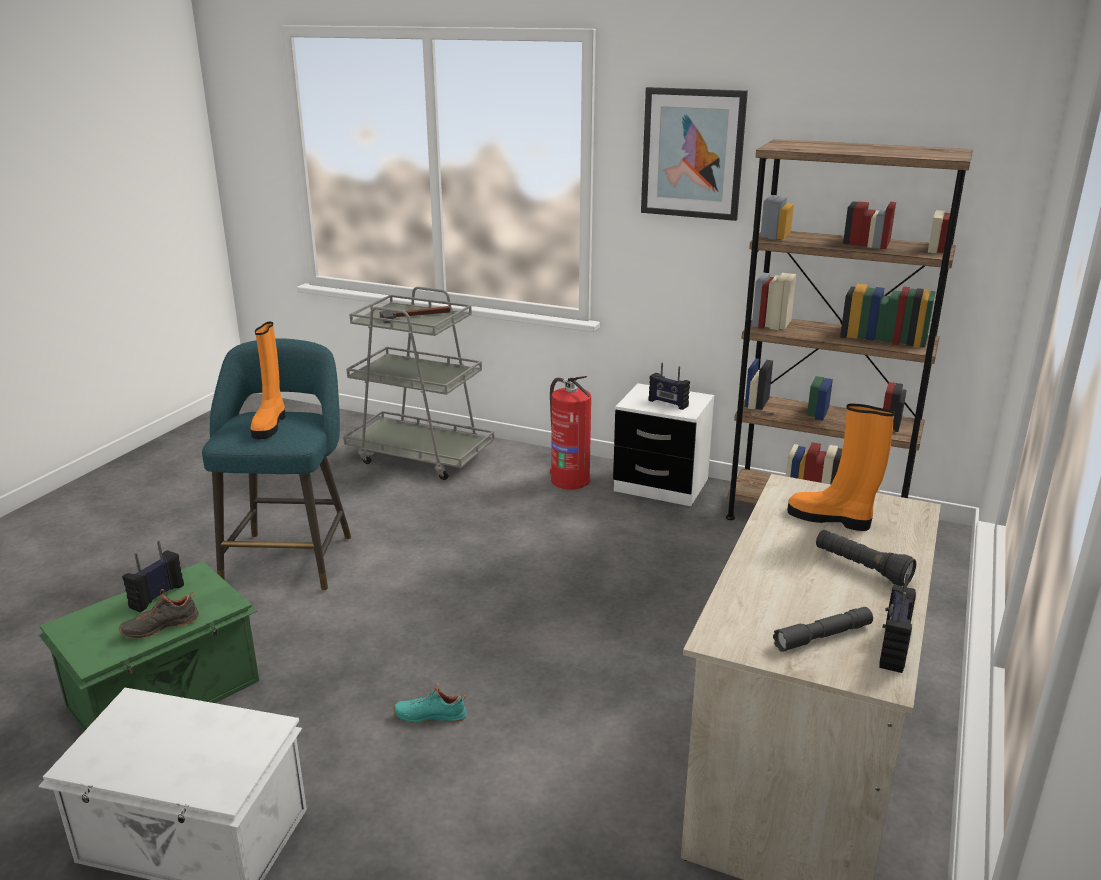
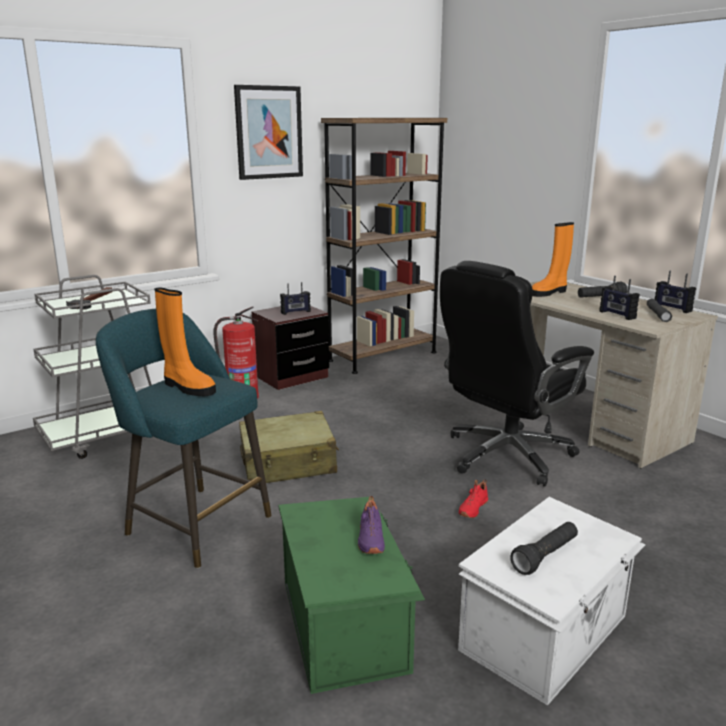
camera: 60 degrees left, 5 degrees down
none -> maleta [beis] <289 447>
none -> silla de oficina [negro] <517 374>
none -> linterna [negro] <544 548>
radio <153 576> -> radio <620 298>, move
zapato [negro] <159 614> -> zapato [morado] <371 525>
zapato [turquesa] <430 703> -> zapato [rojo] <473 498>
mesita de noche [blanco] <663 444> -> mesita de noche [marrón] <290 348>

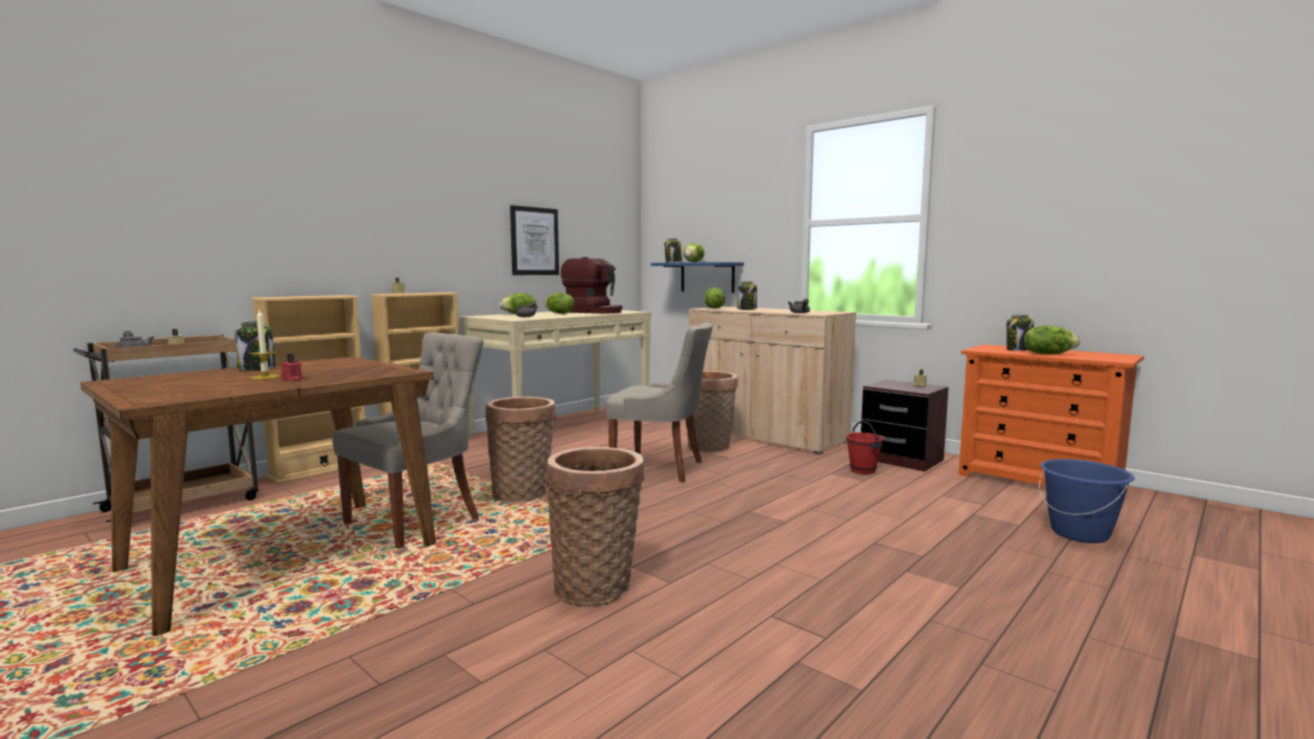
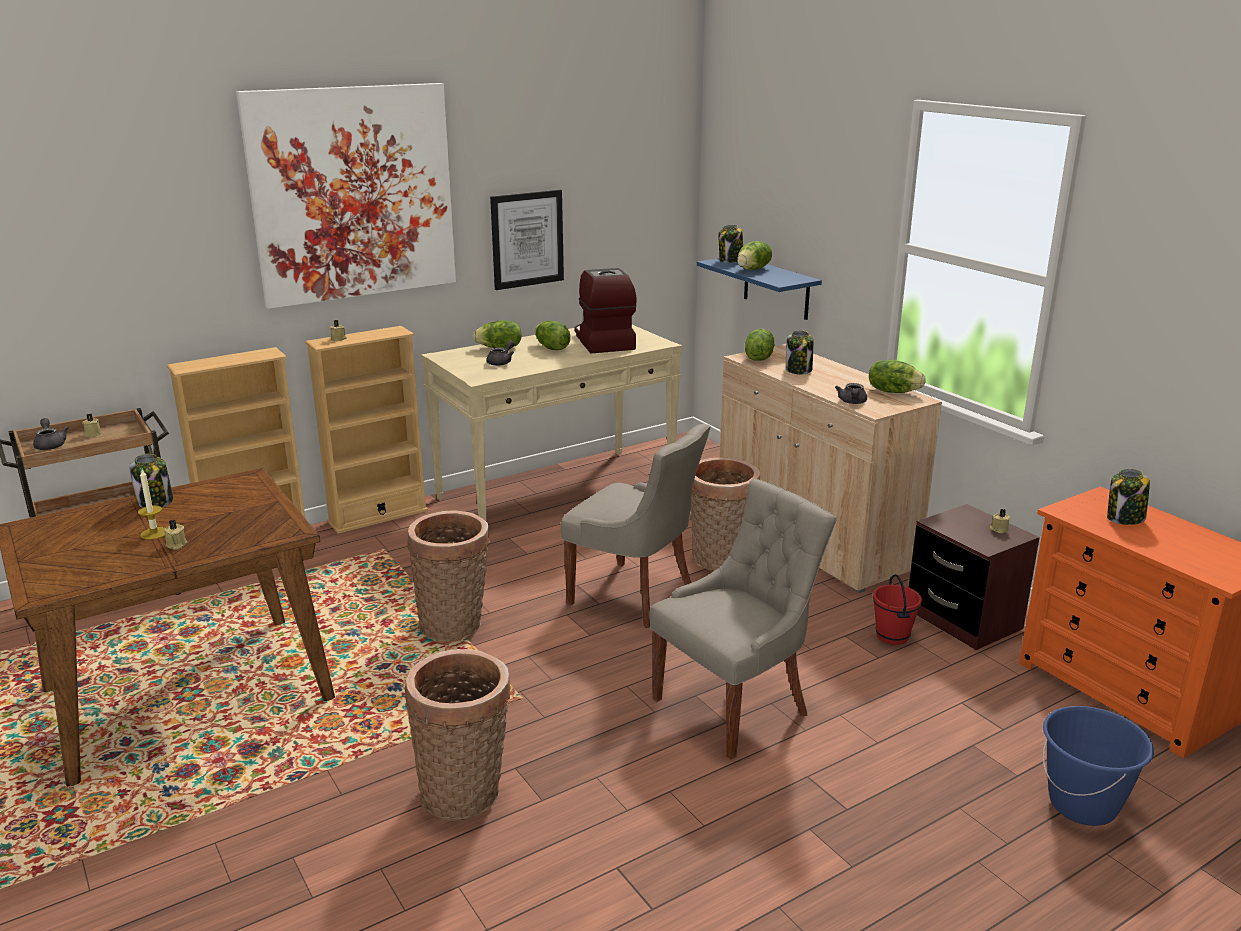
camera: 15 degrees right, 15 degrees up
none -> cuadro <346 196>
silla [gris] <408 440> -> silla [gris] <743 619>, move
lechuga <1052 340> -> lechuga <897 376>, move
vela [rojo] <292 367> -> vela [beis] <176 534>
cafetera <591 285> -> cafetera <605 310>, 150 degrees counterclockwise

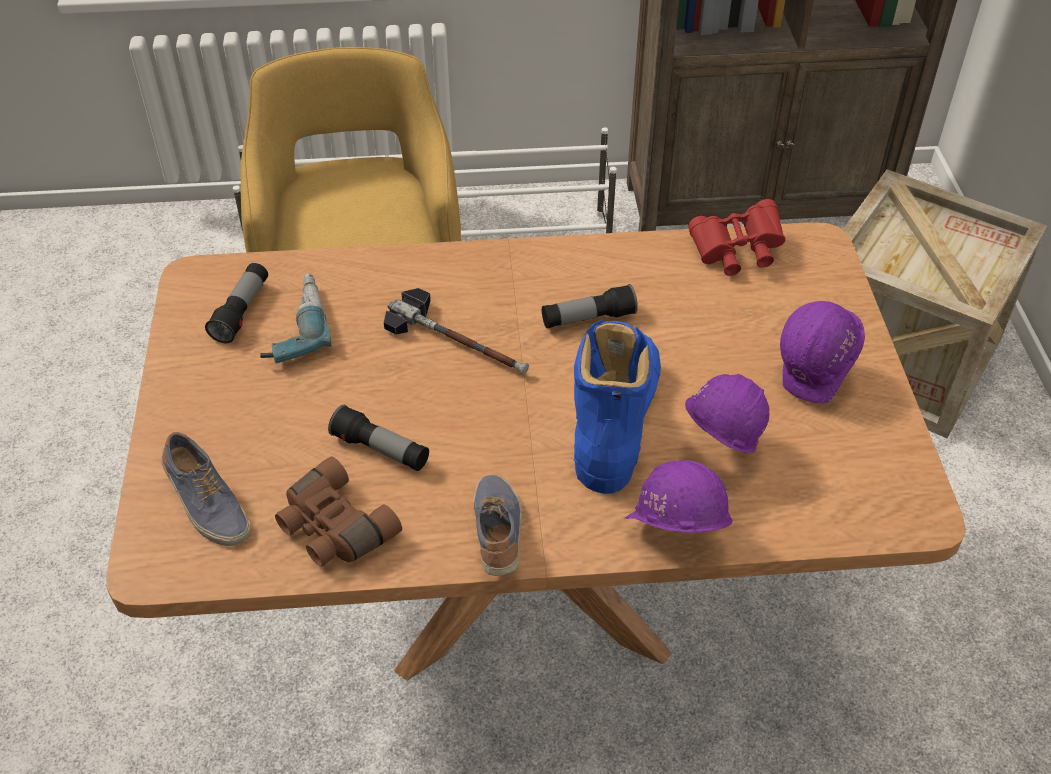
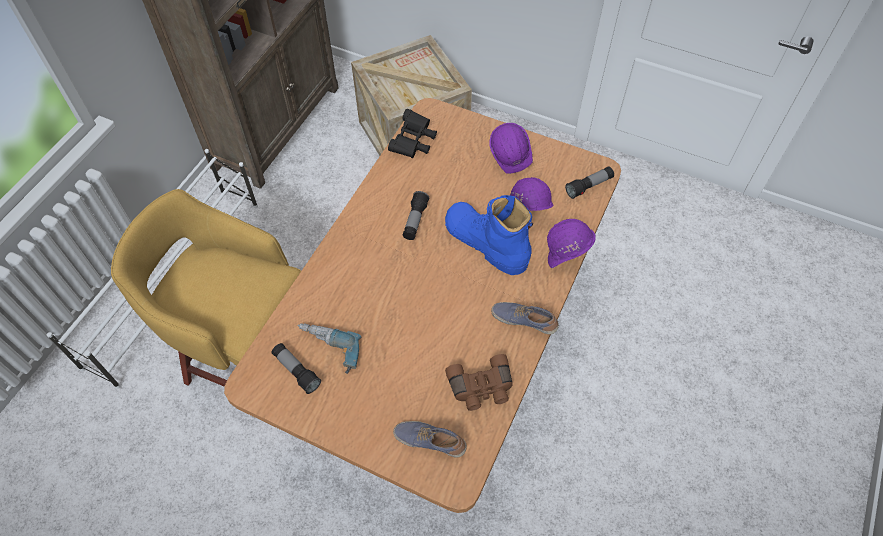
camera: 60 degrees left, 10 degrees up
martillo <456 331> -> none
linterna <378 438> -> linterna <589 182>, move
prismáticos [rojo] <737 237> -> prismáticos [negro] <412 133>
zapato <206 489> -> zapato <430 439>, 150 degrees counterclockwise

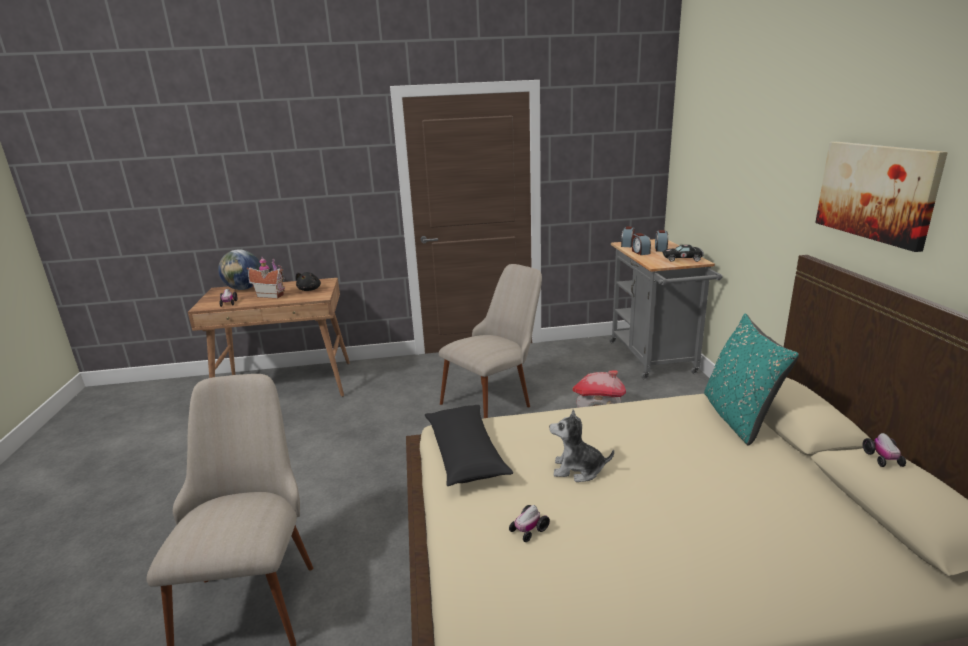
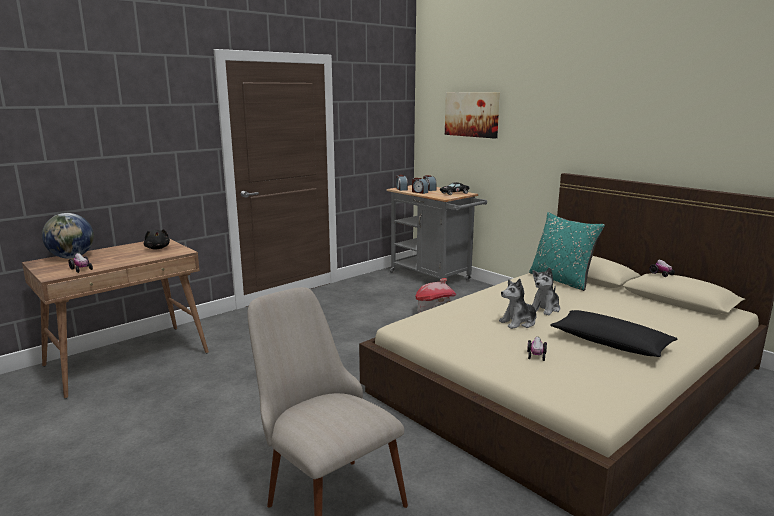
camera: 35 degrees left, 5 degrees down
casita <266 278> -> none
silla [beis] <490 341> -> none
none -> peluche <546 291>
cojín [negro] <469 445> -> cojín [negro] <613 333>, move
cuadro <881 197> -> cuadro <472 115>, move

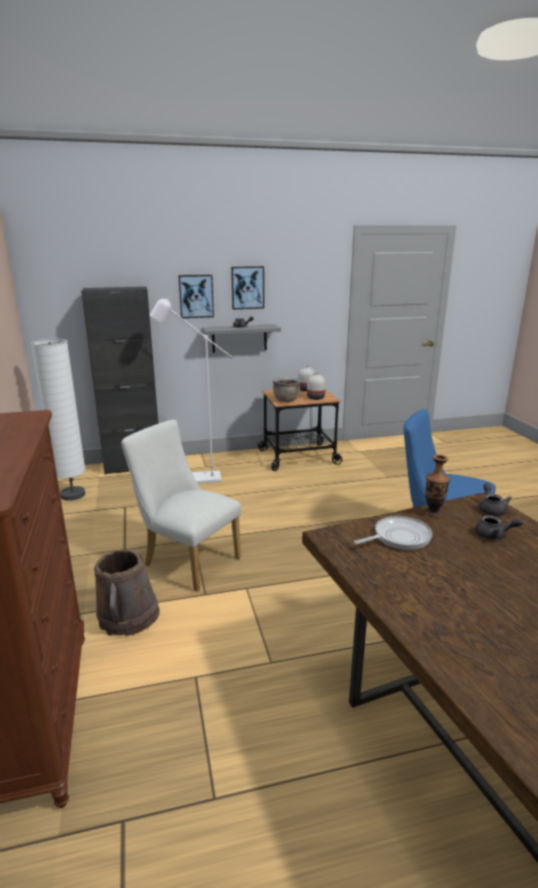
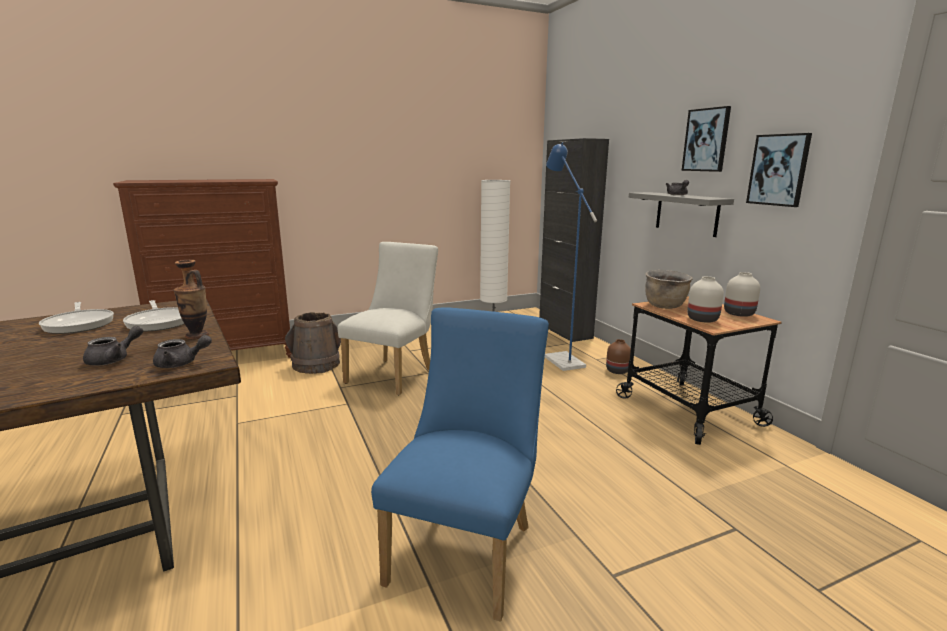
camera: 80 degrees right, 5 degrees down
none -> sartén <76 318>
none -> florero [marrón] <618 356>
cuadro <196 296> -> cuadro <779 170>, move
lámpara de pie [blanco] <191 390> -> lámpara de pie [azul] <571 256>
tetera [gris] <499 527> -> tetera [gris] <113 345>, 150 degrees counterclockwise

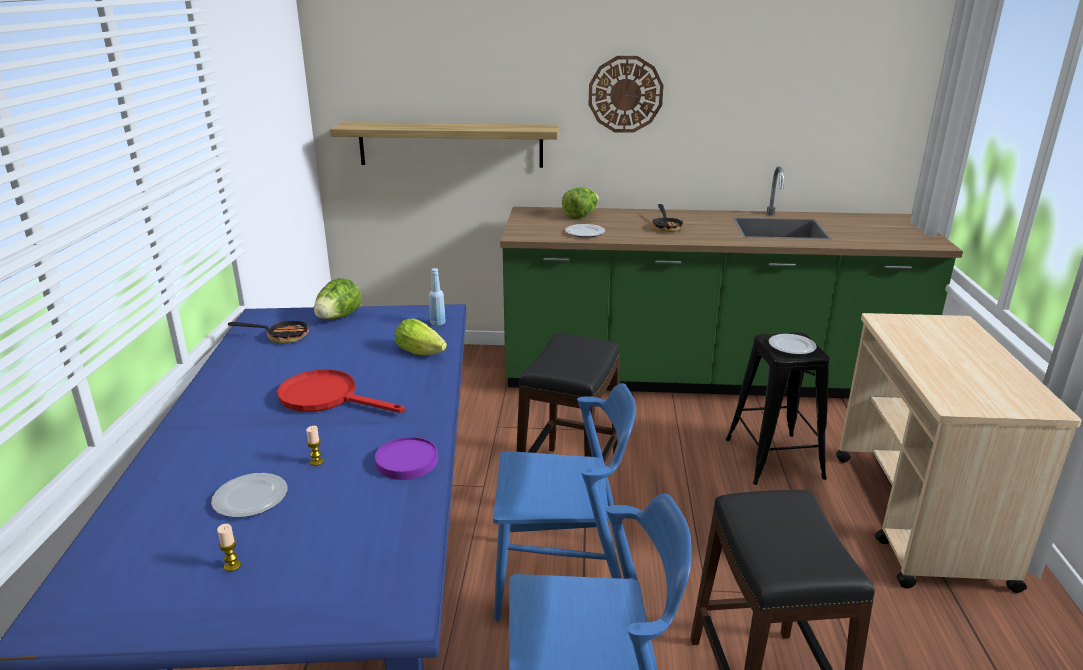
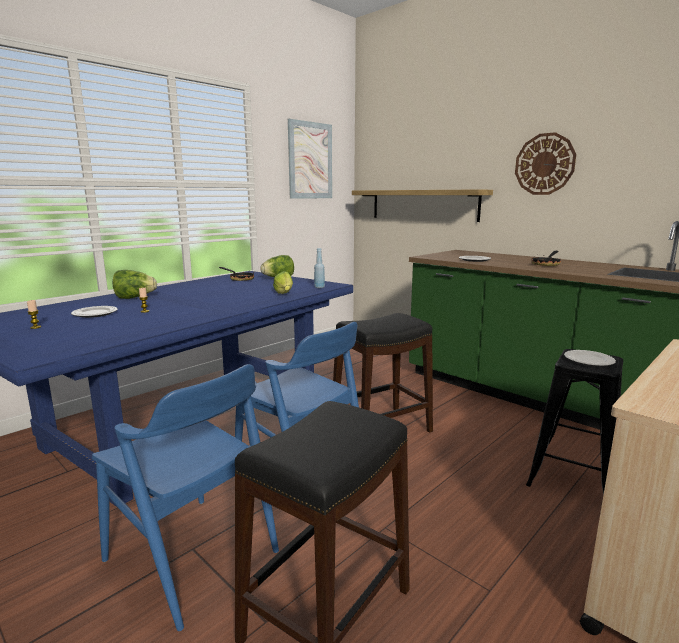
camera: 40 degrees right, 10 degrees down
sartén [rojo] <341 391> -> none
plato [morado] <406 458> -> none
none -> cuadro <310 159>
lechuga <580 203> -> lechuga <135 284>, move

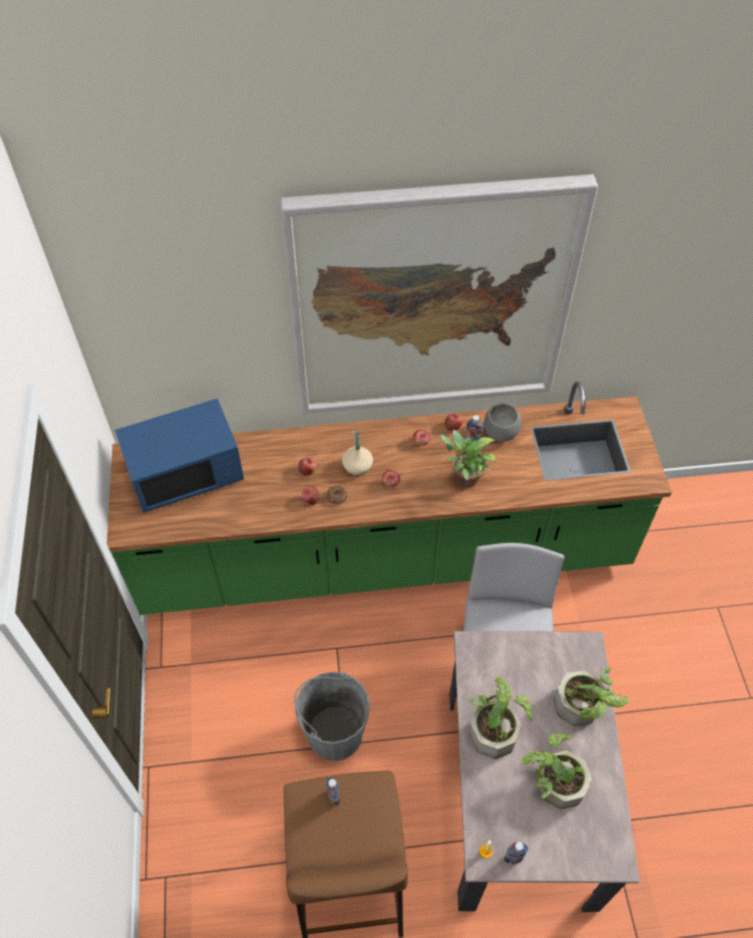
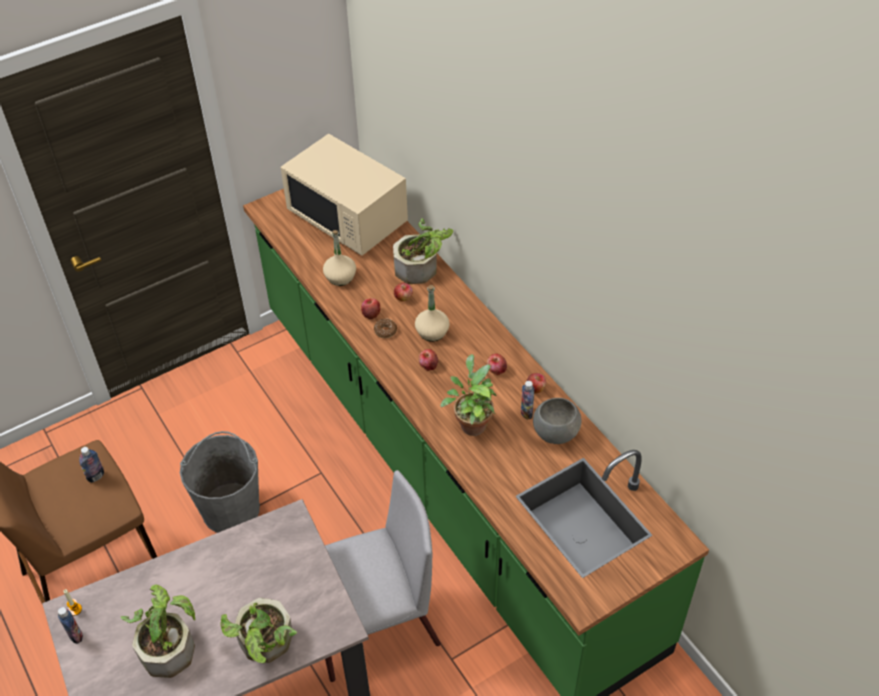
camera: 65 degrees right, 5 degrees down
cuadro <439 294> -> none
none -> botella [beis] <339 258>
planta en maceta <499 718> -> planta en maceta <423 251>, move
microondas [azul] <179 455> -> microondas [beis] <344 195>

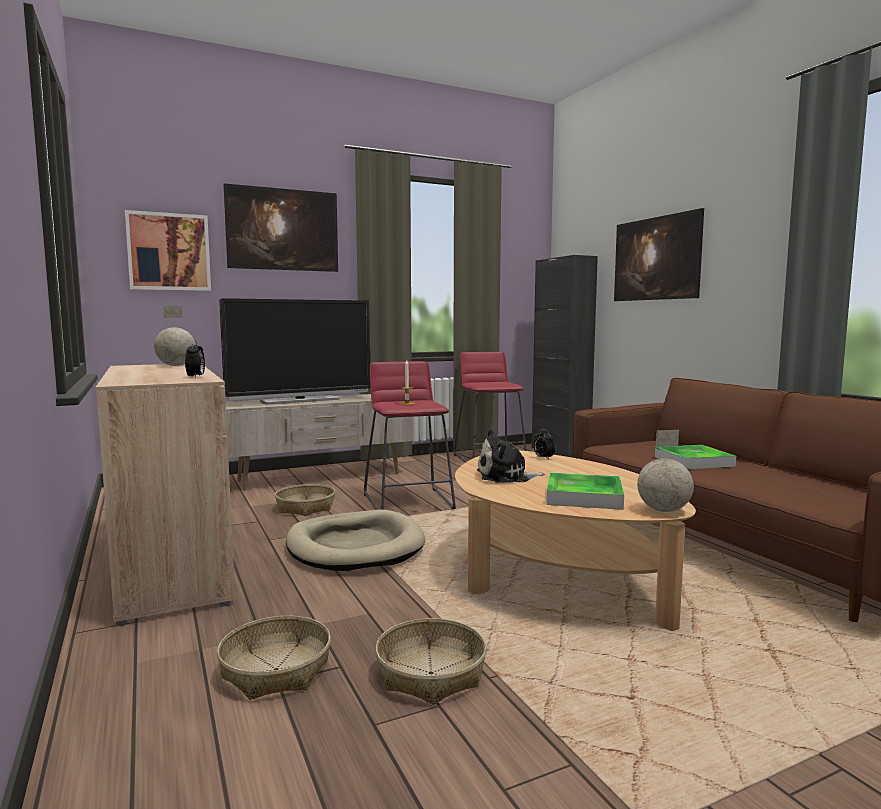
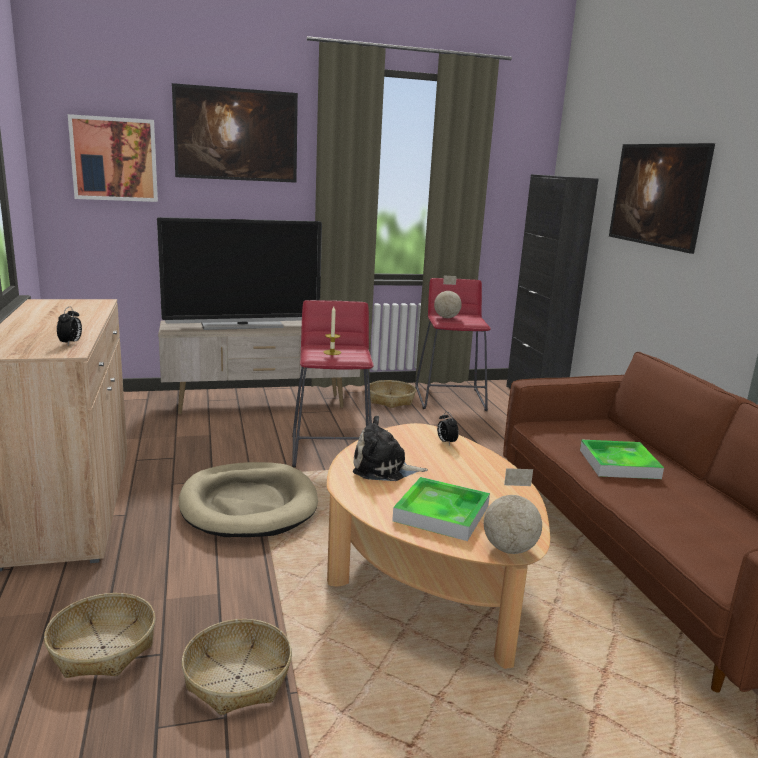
camera: 10 degrees right, 10 degrees up
globo terráqueo <174 336> -> globo terráqueo <448 297>, move
cesta <305 500> -> cesta <391 394>, move

